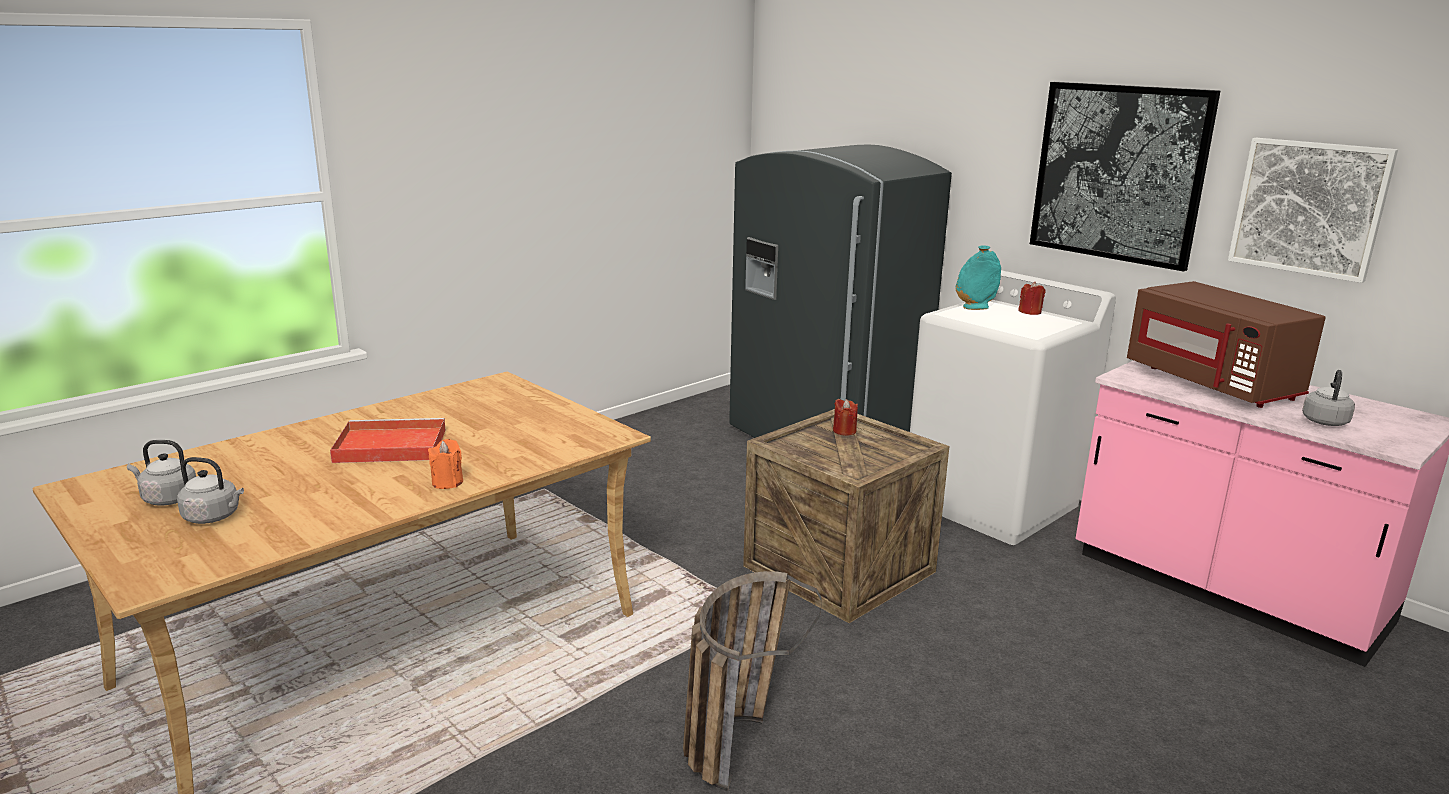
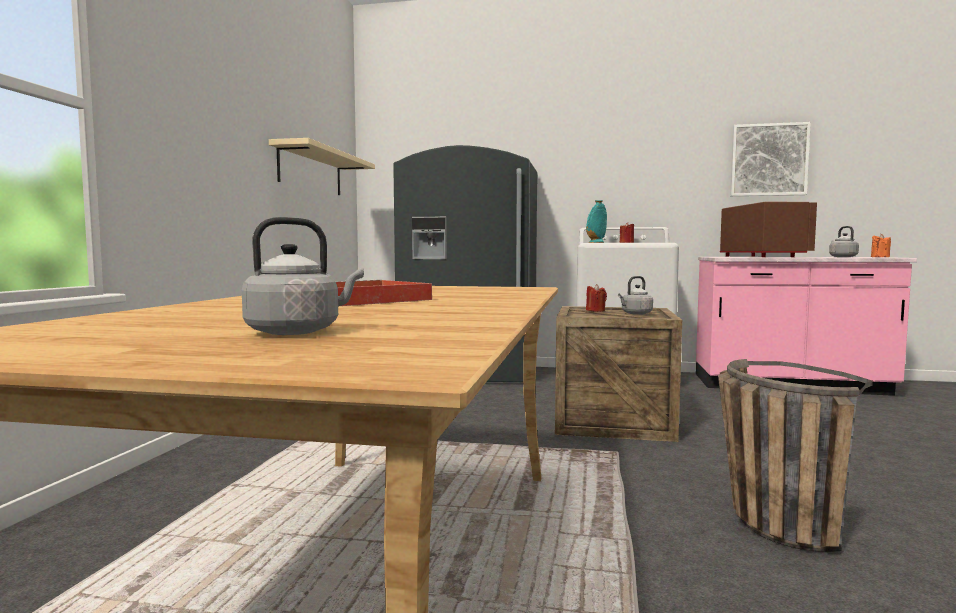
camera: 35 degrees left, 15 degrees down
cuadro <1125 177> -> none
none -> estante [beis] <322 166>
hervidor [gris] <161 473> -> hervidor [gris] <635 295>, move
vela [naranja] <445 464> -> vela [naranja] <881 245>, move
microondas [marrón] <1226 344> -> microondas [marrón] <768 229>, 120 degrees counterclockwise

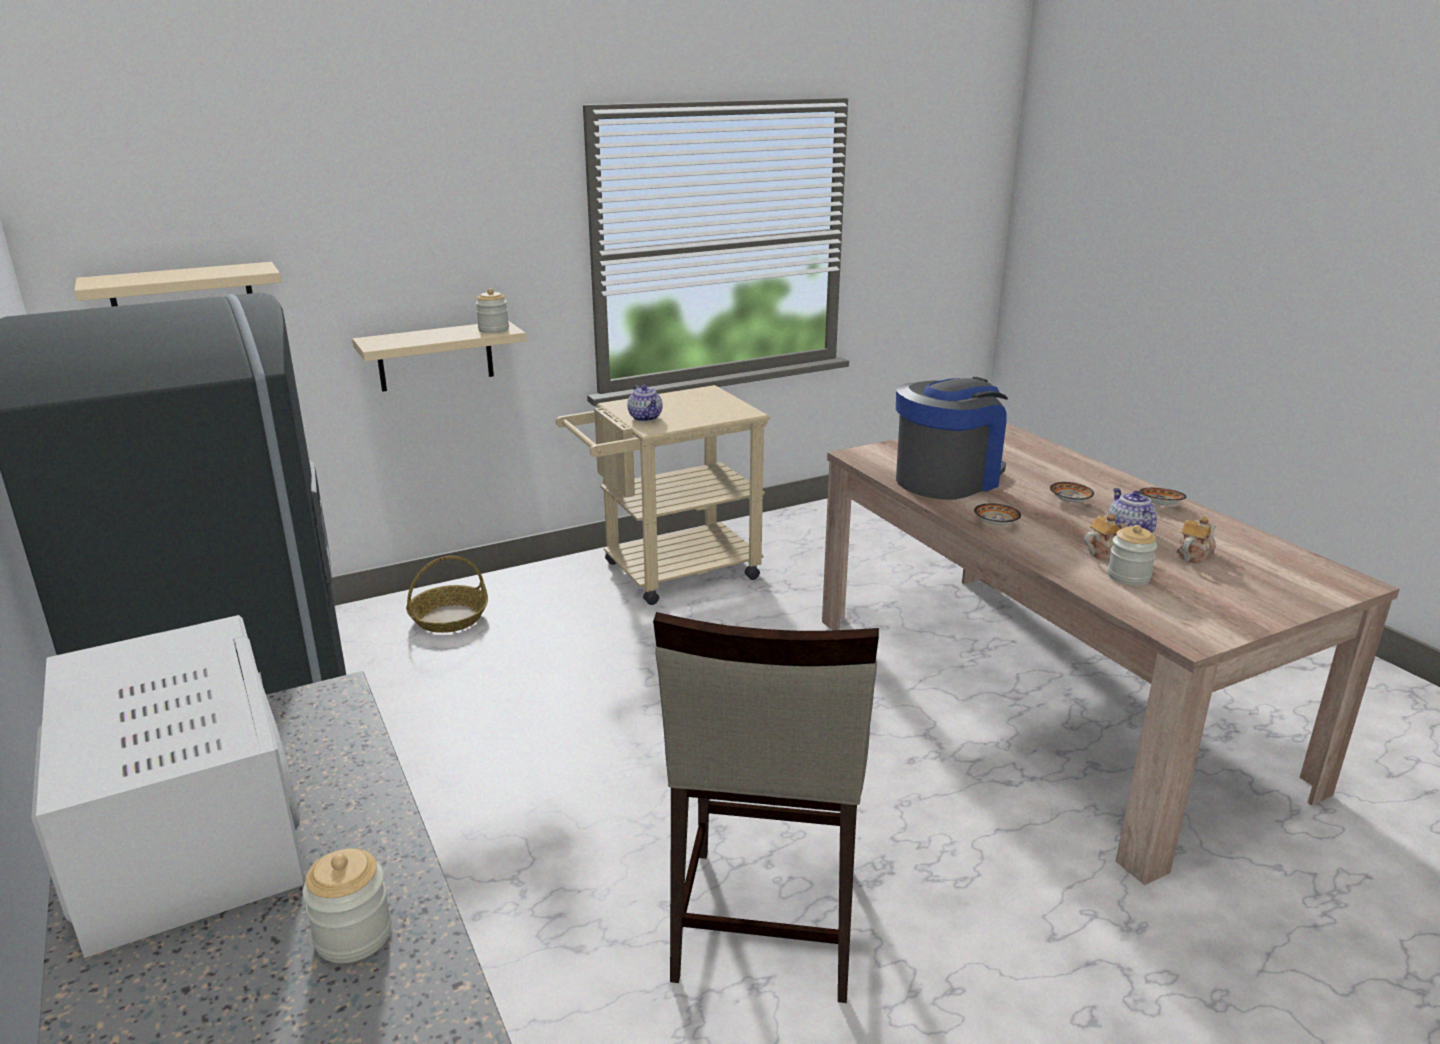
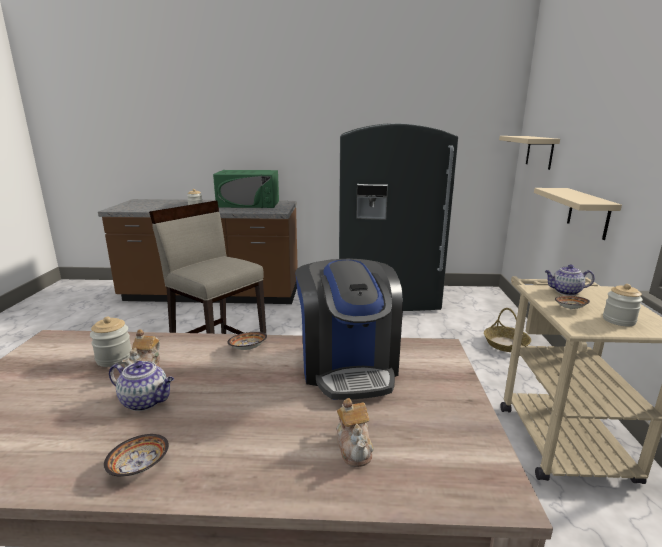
camera: 120 degrees right, 5 degrees down
tarro <492 311> -> tarro <623 305>, move
cuenco <1072 492> -> cuenco <572 302>, move
tetera <1196 539> -> tetera <355 432>, move
microondas [blanco] <168 786> -> microondas [verde] <246 189>

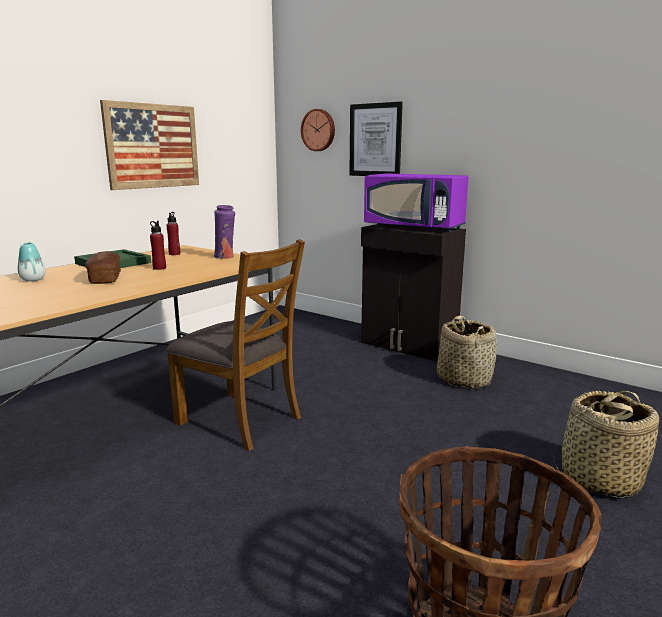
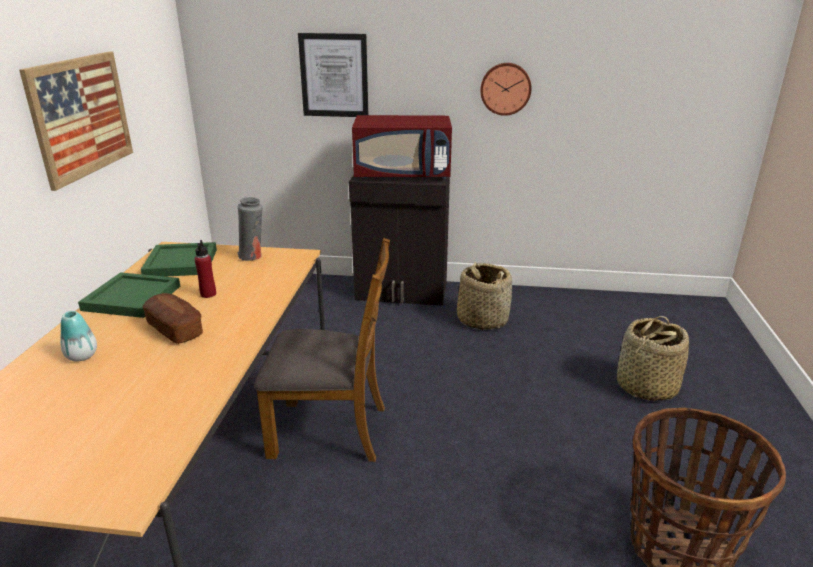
camera: 30 degrees left, 10 degrees up
reloj de pared <318 130> -> reloj de pared <506 89>, move
botella [rojo] <173 233> -> bandeja [verde] <179 259>
florero [morado] <224 232> -> florero [gris] <250 229>
microondas [morado] <416 202> -> microondas [rojo] <402 147>

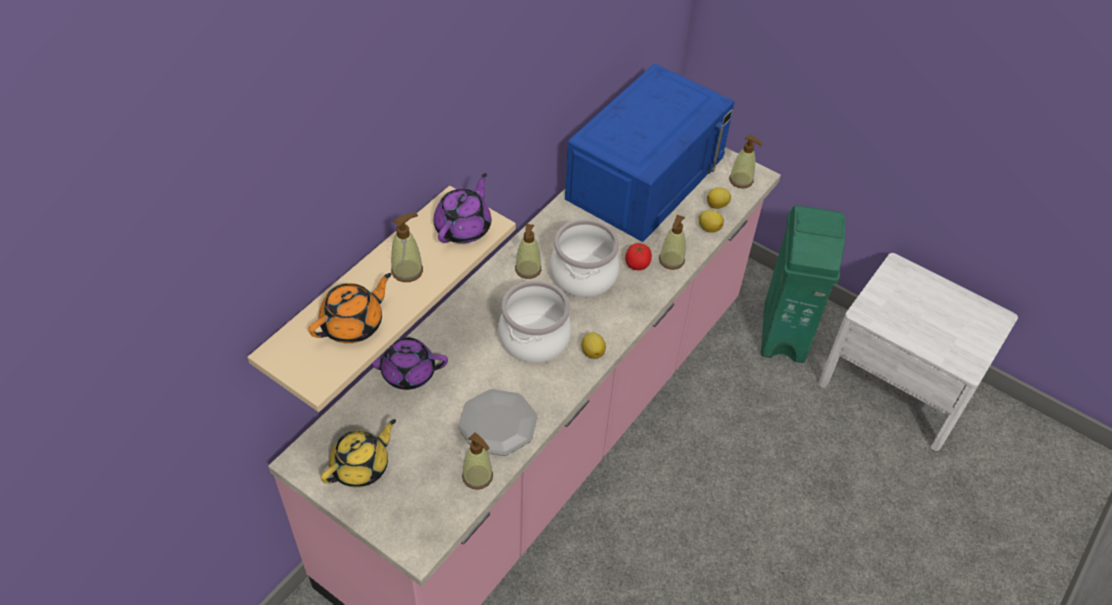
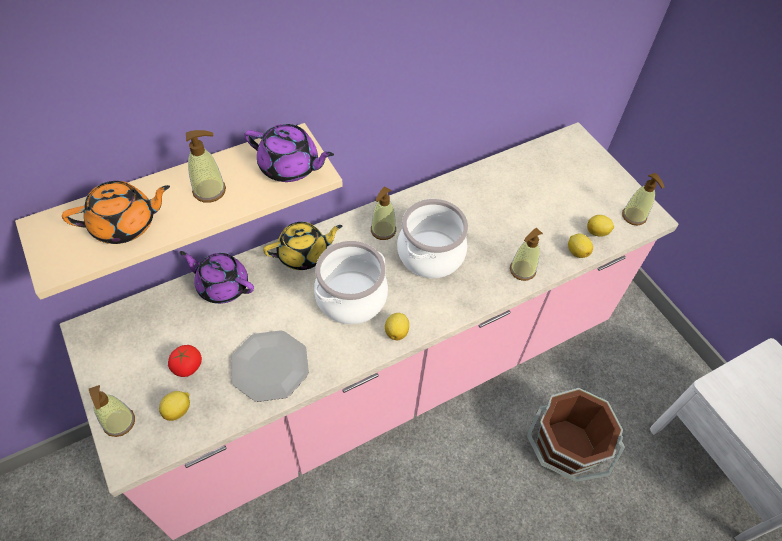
camera: 25 degrees right, 5 degrees up
microondas [azul] <649 153> -> none
papelera [verde] <803 284> -> none
none -> limón <174 406>
none -> cubo [marrón] <576 435>
tetera [amarillo] <358 453> -> tetera [amarillo] <302 246>, move
dispensador de jabón <477 461> -> dispensador de jabón <112 411>, move
tomate <638 256> -> tomate <185 361>, move
tetera [morado] <462 208> -> tetera [morado] <289 153>, 60 degrees clockwise

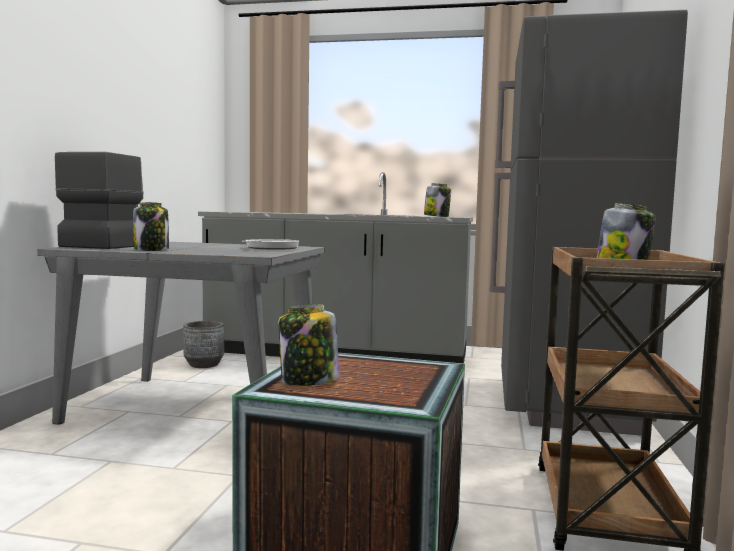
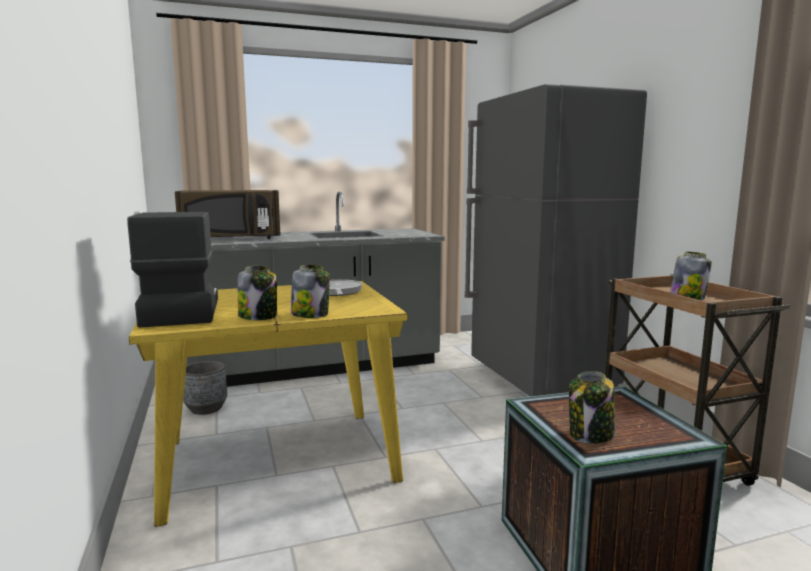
camera: 30 degrees left, 5 degrees up
none -> microondas [marrón] <227 214>
tarro <437 200> -> tarro <310 291>, move
mesa de comedor [gris] <181 333> -> mesa de comedor [amarillo] <268 404>

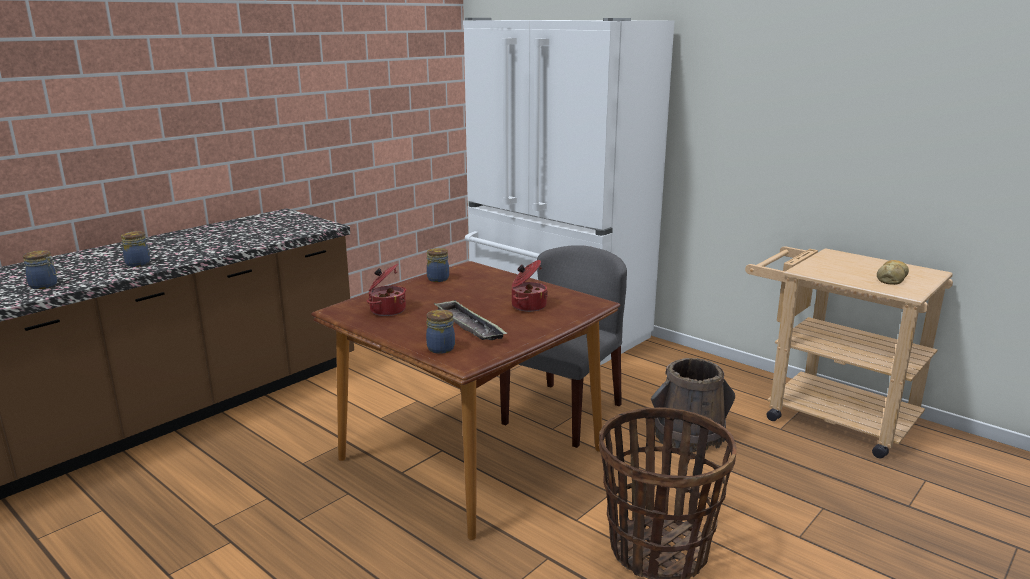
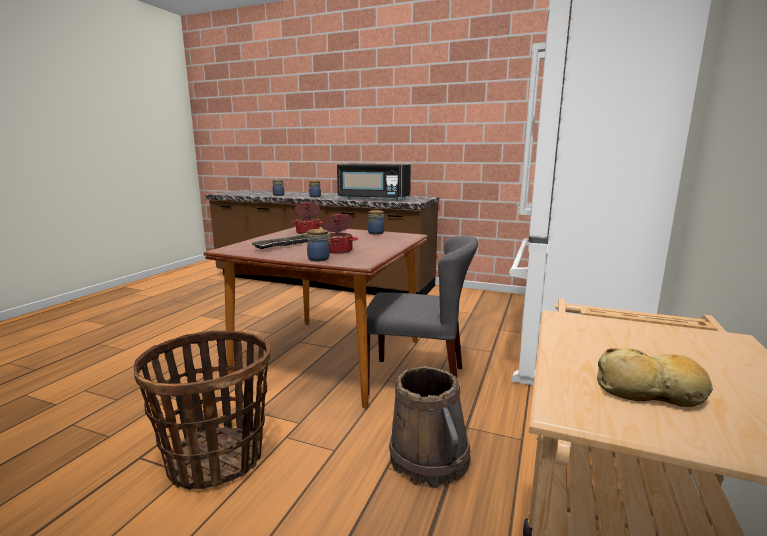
camera: 70 degrees right, 5 degrees down
none -> microondas [negro] <374 182>
tarro <440 331> -> tarro <319 245>, move

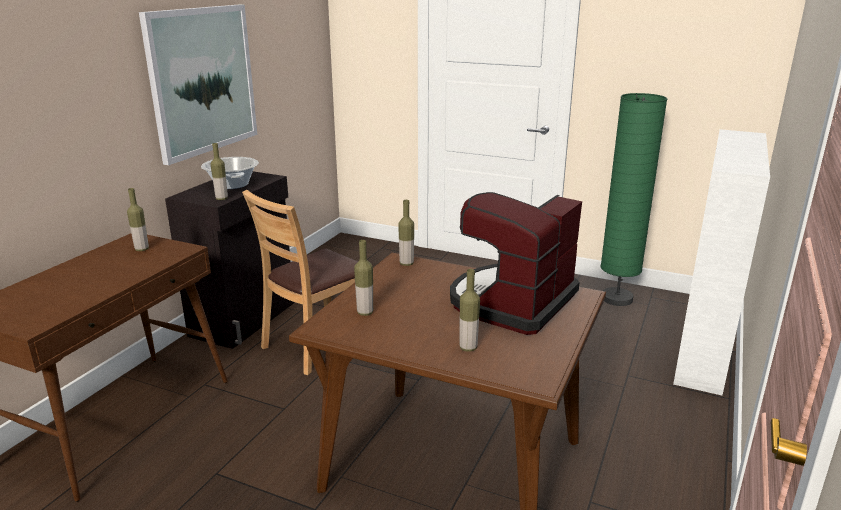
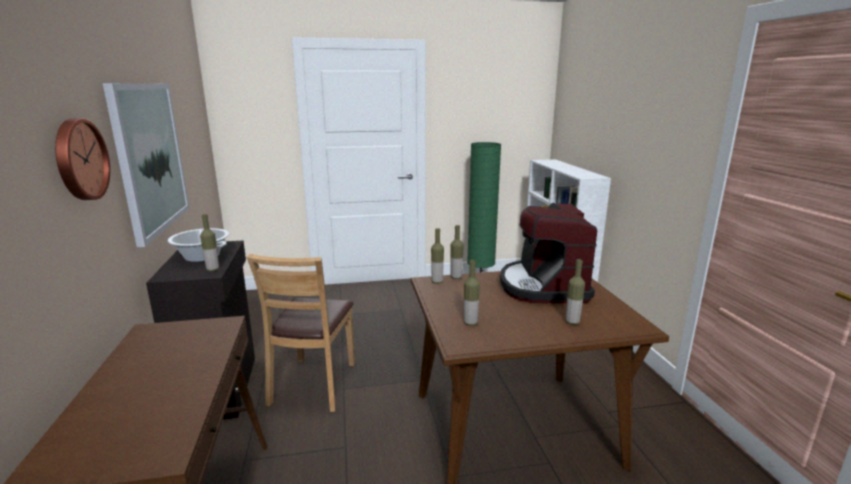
camera: 35 degrees left, 5 degrees down
none -> reloj de pared <82 159>
botella <138 219> -> botella <457 252>, move

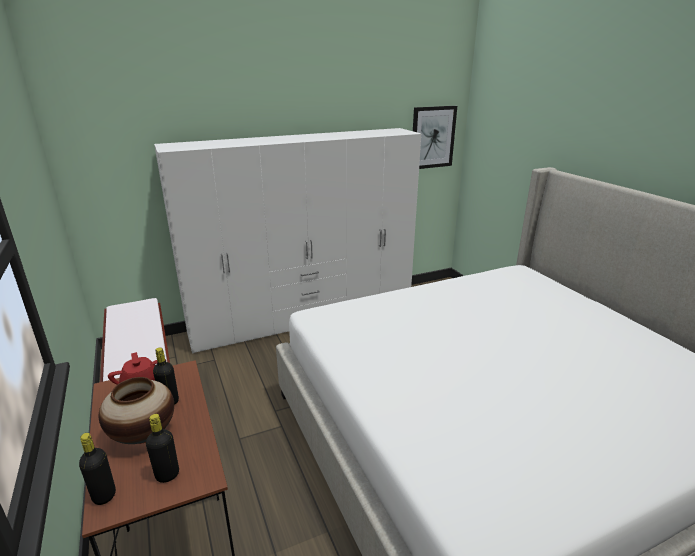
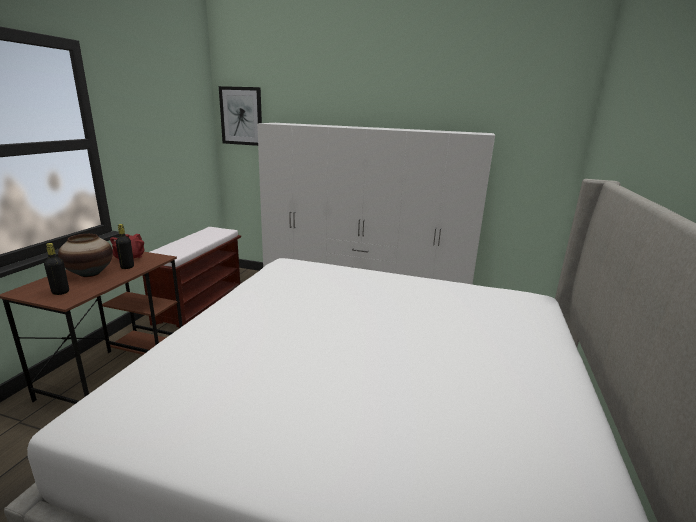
camera: 40 degrees right, 5 degrees down
botella [negro] <97 469> -> none
cuadro <435 137> -> cuadro <240 116>, move

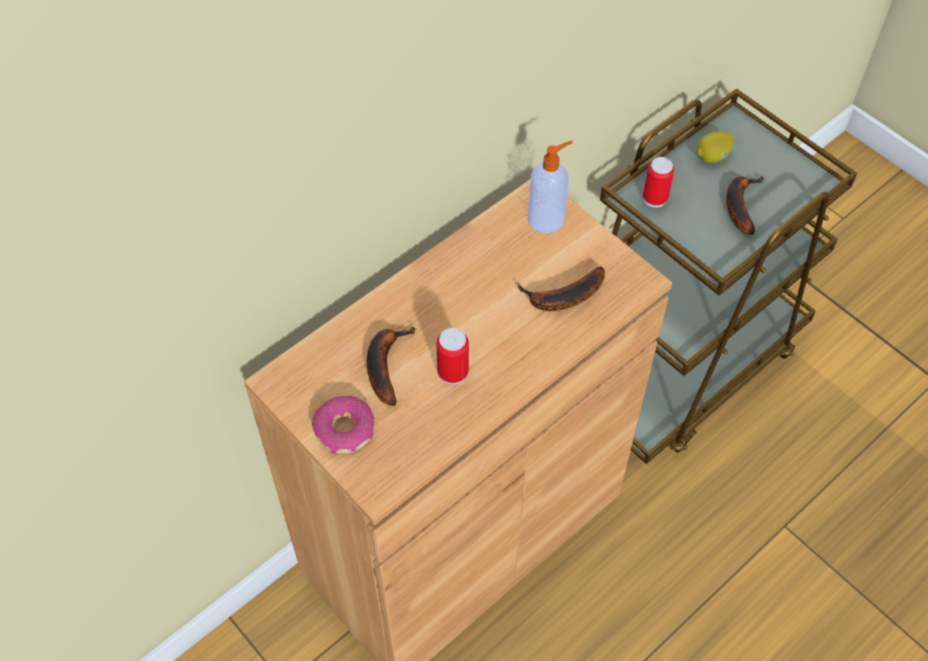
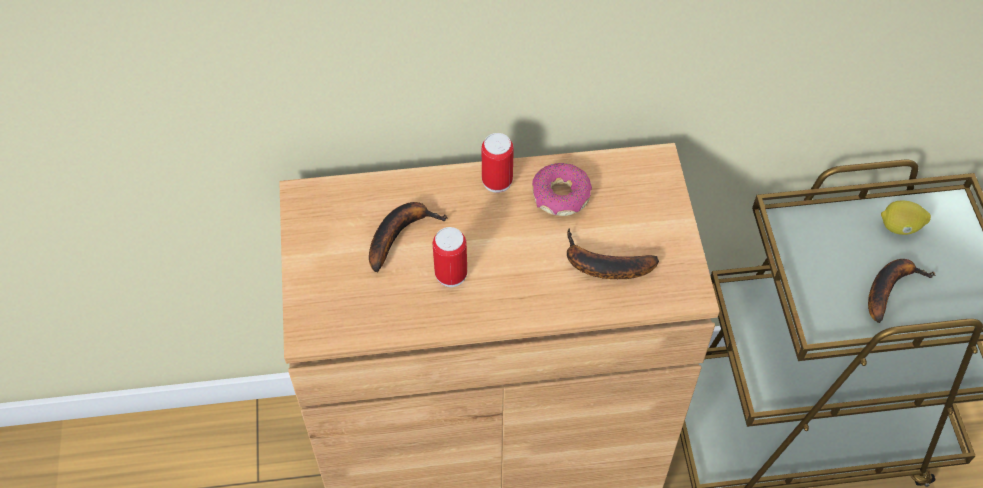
camera: 35 degrees right, 0 degrees up
dispensador de jabón <550 187> -> none
rosquilla <343 425> -> rosquilla <562 189>, move
lata <658 182> -> lata <498 163>, move

